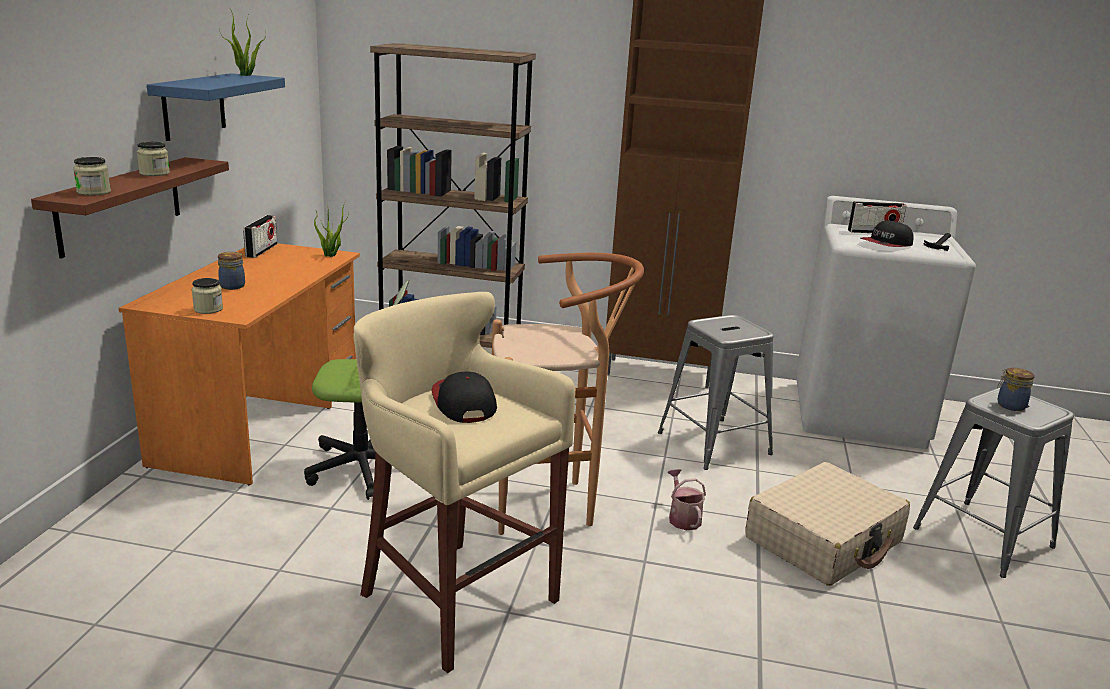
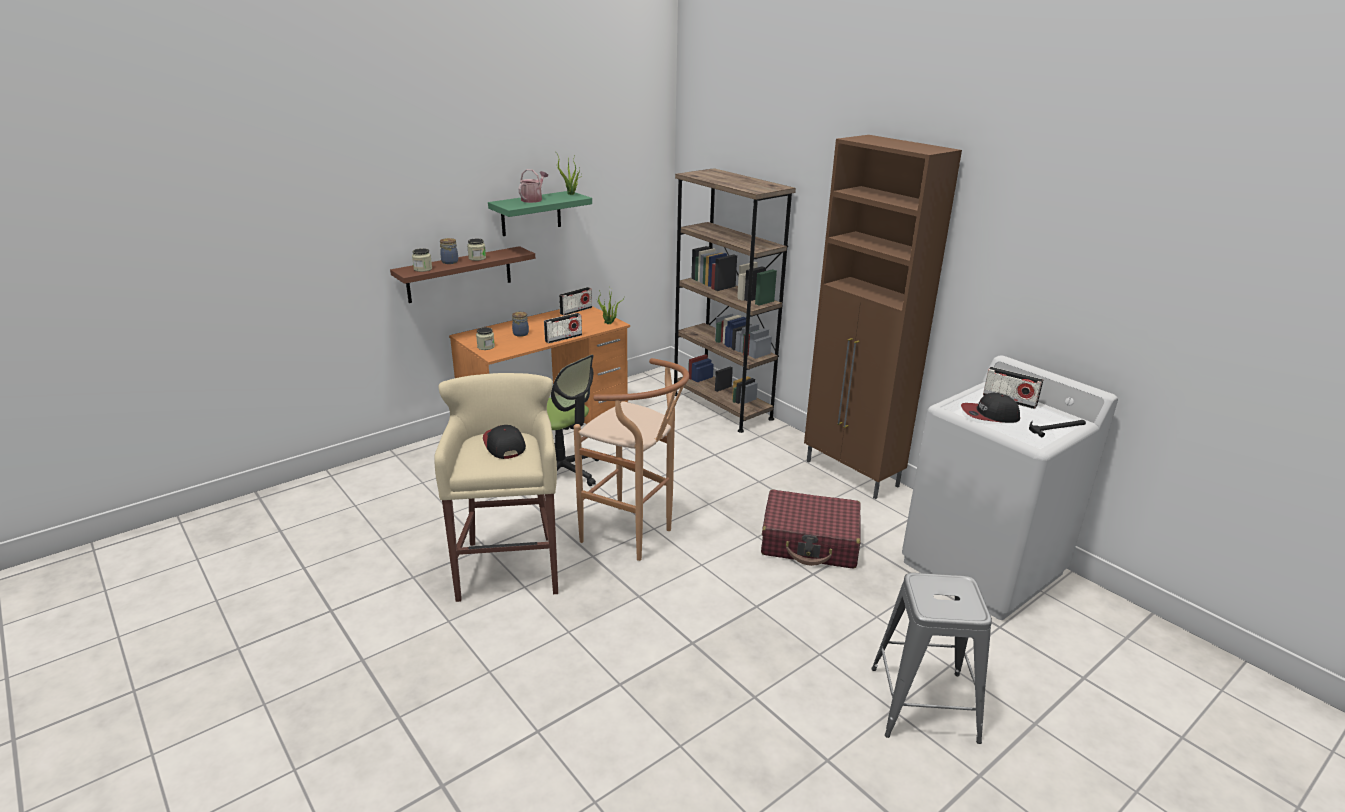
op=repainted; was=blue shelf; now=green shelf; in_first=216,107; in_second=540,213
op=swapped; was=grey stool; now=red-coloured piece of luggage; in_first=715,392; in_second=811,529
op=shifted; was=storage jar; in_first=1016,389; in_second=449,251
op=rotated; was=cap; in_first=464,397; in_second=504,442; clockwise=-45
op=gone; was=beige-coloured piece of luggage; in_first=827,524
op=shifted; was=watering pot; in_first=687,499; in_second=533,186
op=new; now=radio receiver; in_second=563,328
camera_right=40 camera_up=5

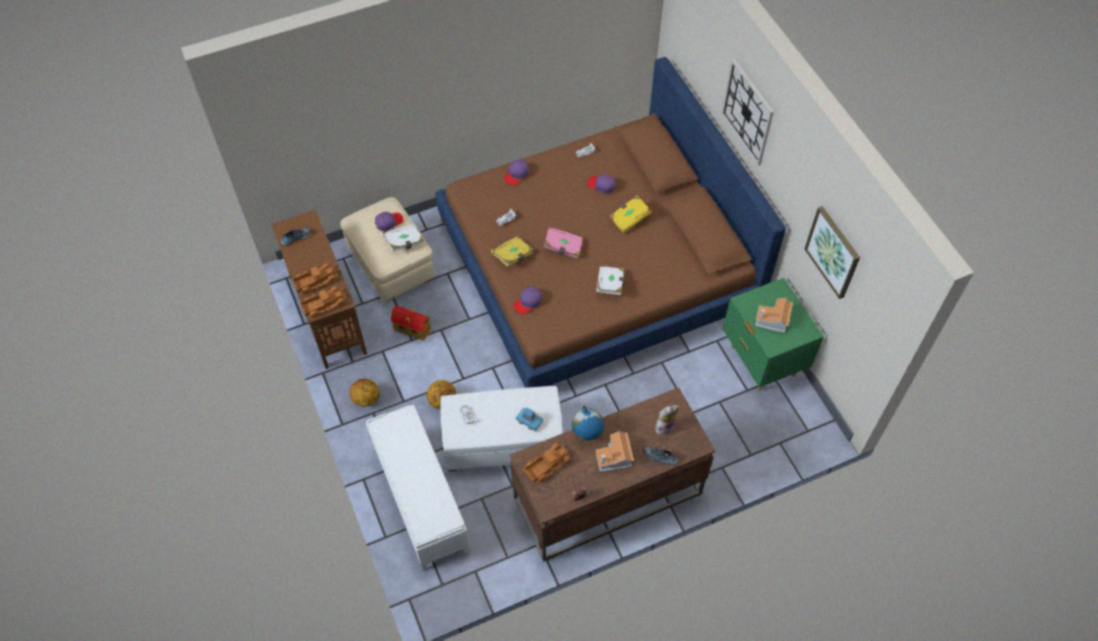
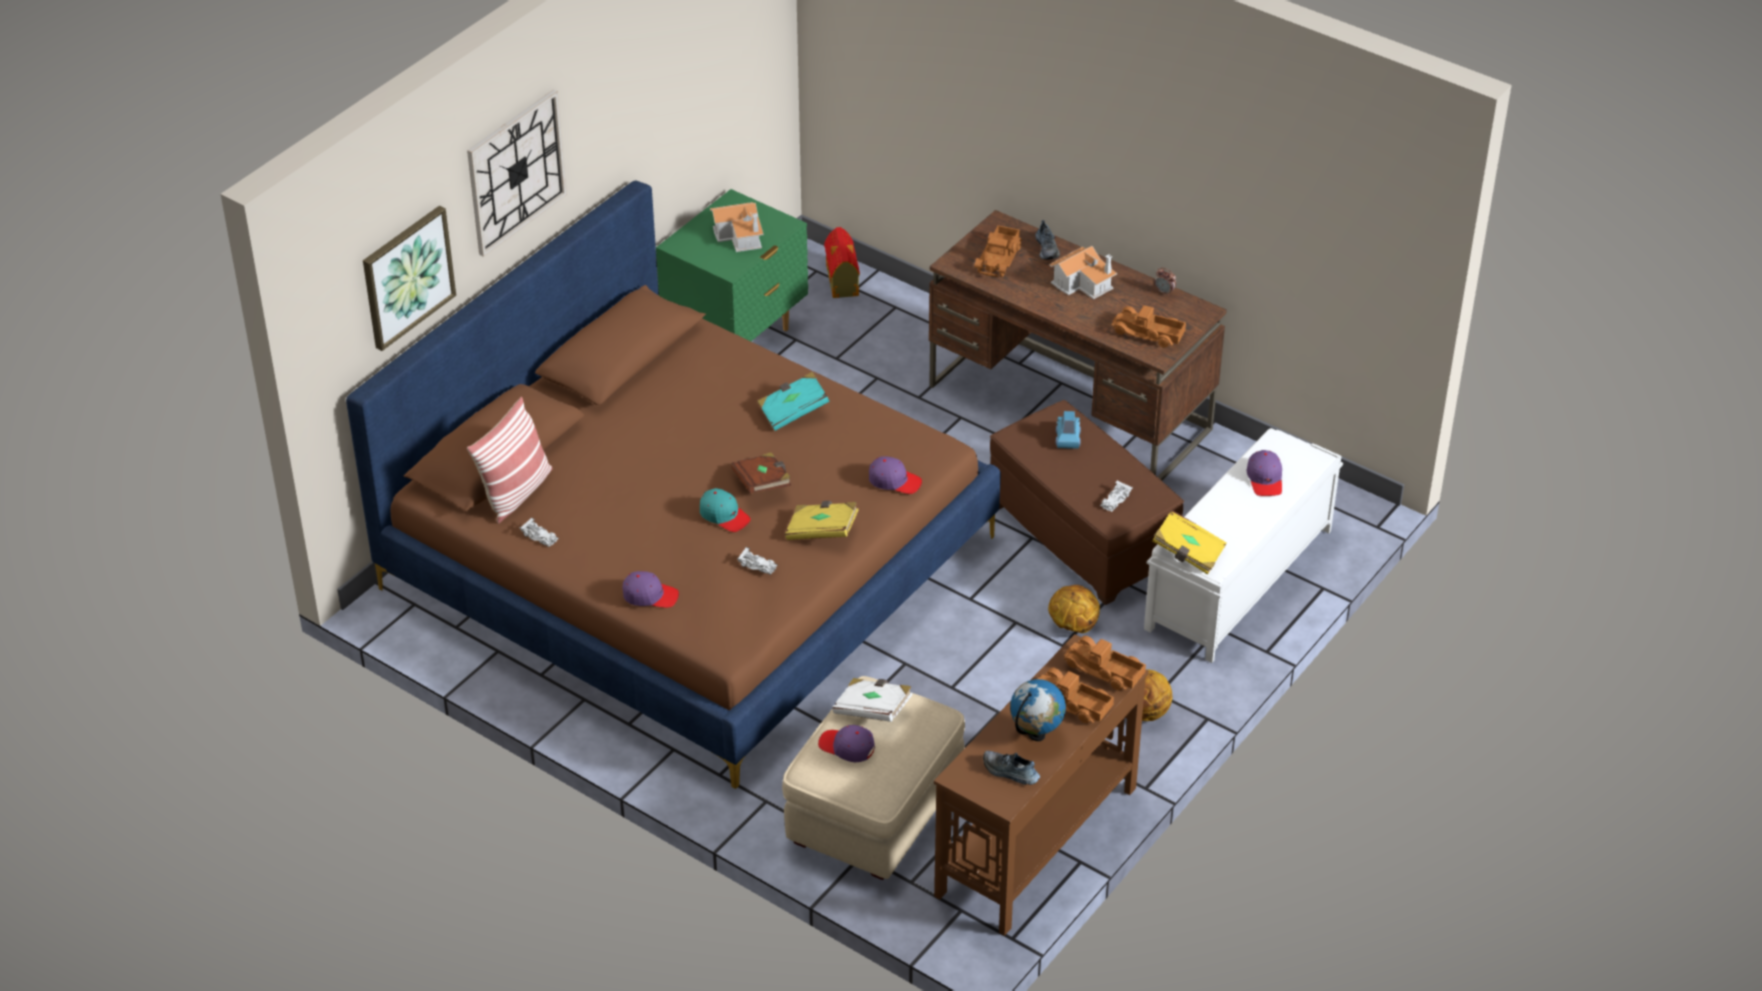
op=shifted; was=purple cap; in_first=601,184; in_second=1264,473
op=shifted; was=yellow-coloured volume; in_first=630,214; in_second=1189,542
op=shifted; was=wall picture; in_first=832,252; in_second=409,278
op=repainted; was=pink volume; now=brown volume; in_first=563,242; in_second=761,473
op=repainted; was=white-coloured volume; now=turquoise volume; in_first=610,280; in_second=793,401
op=shifted; was=miniature house; in_first=411,323; in_second=842,262
op=repainted; was=white-coloured pouffe; now=brown pouffe; in_first=501,428; in_second=1087,502
op=swapped; was=cuddly toy; now=model truck; in_first=667,420; in_second=998,251
op=shifted; was=desk globe; in_first=588,423; in_second=1038,710
op=new; now=cushion; in_second=510,460
op=new; now=turquoise cap; in_second=725,510
camera_right=-120 camera_up=-15

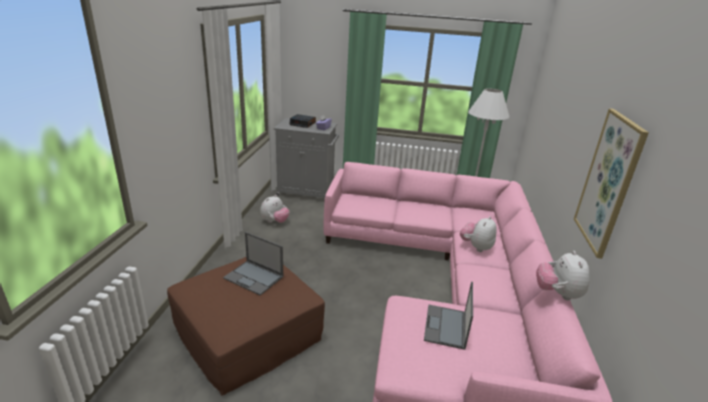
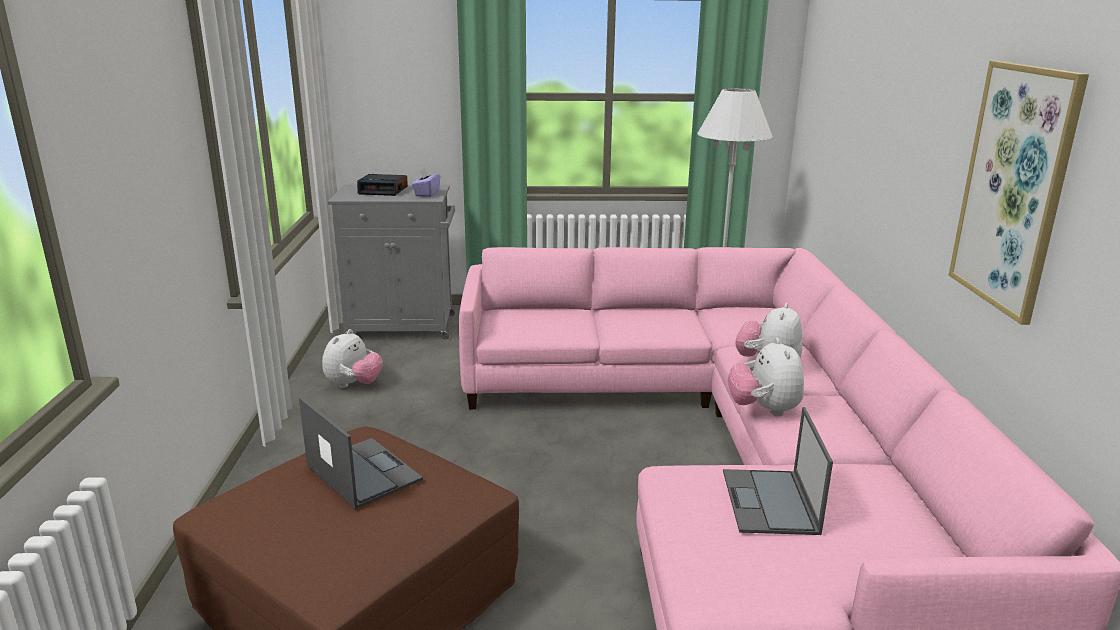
op=rotated; was=notebook computer; in_first=253,264; in_second=361,453; clockwise=-150
op=shifted; was=cuddly toy; in_first=563,275; in_second=766,377
camera_right=-10 camera_up=-5

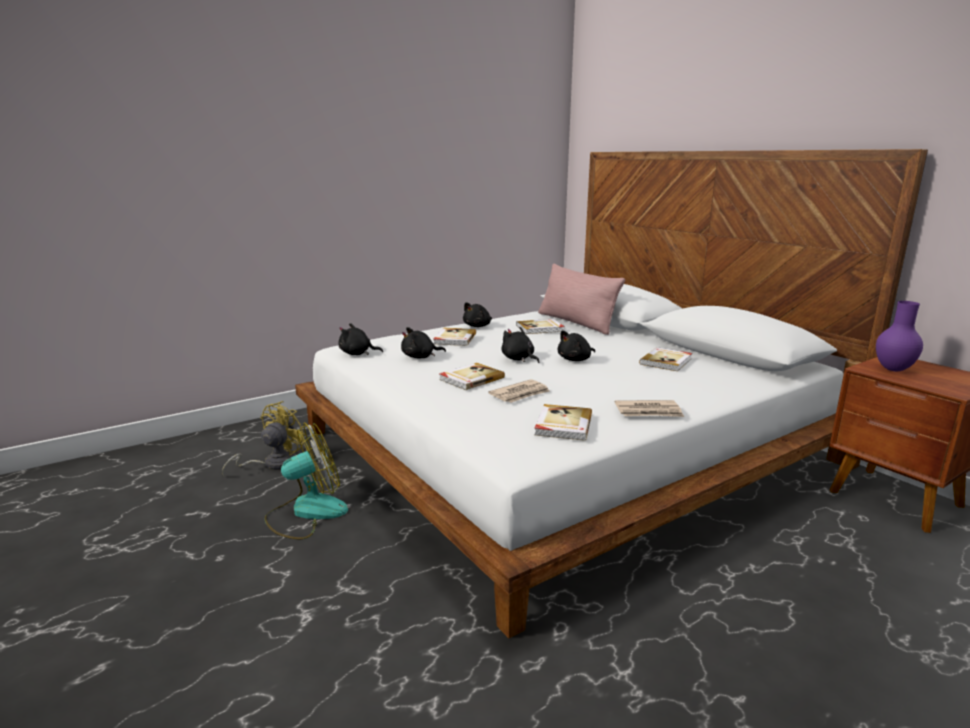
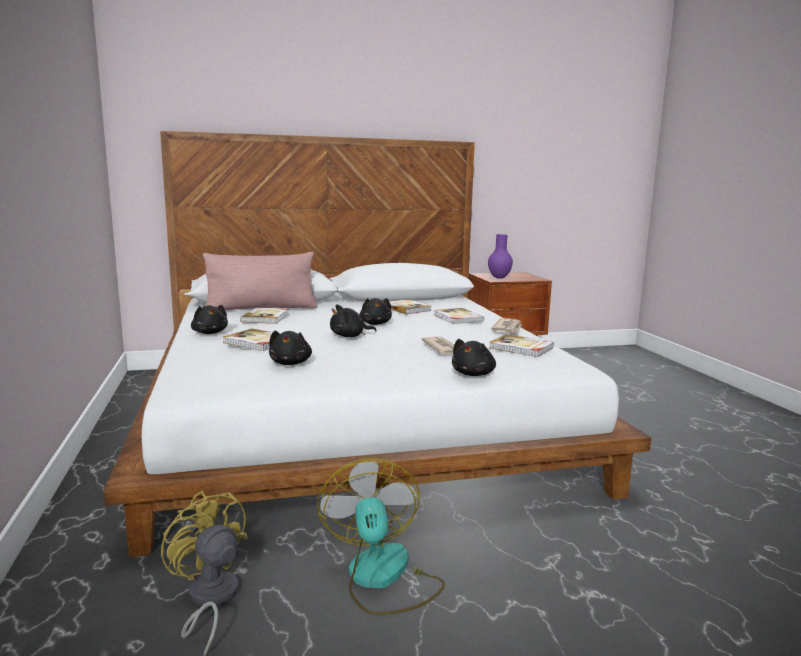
op=shifted; was=blackish cuddly toy; in_first=361,339; in_second=474,357
op=shifted; was=volume; in_first=472,376; in_second=459,316
camera_right=-70 camera_up=-5

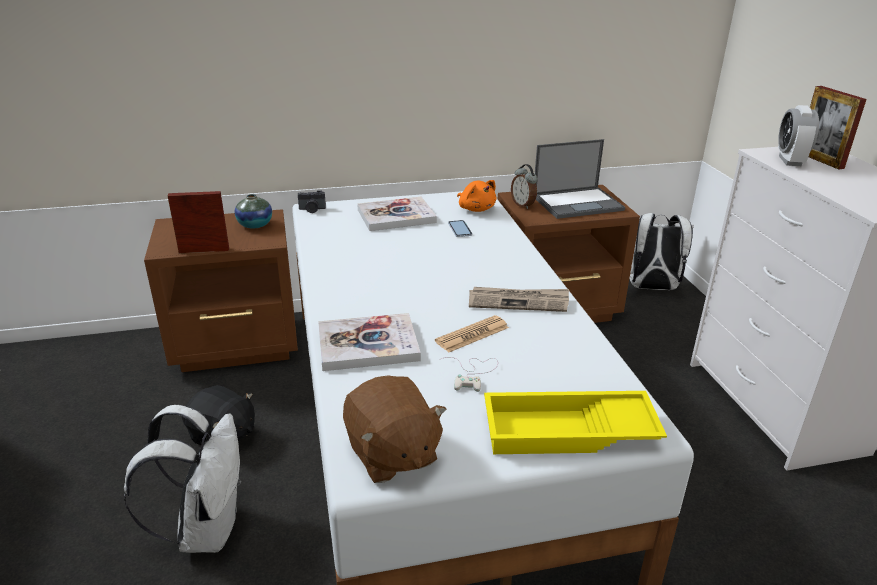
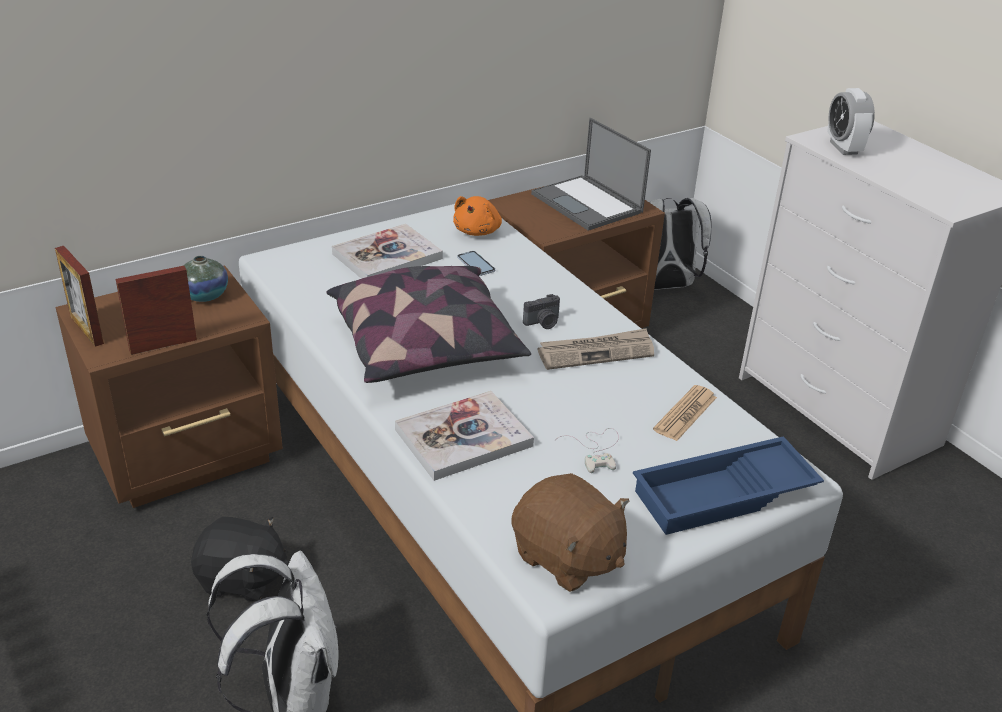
op=shifted; was=photo frame; in_first=838,128; in_second=79,296
op=rotated; was=notebook computer; in_first=580,179; in_second=591,174; clockwise=90
op=gone; was=bedside clock; in_first=524,186
op=rotated; was=orange cuddly toy; in_first=476,196; in_second=477,216; clockwise=75
op=shifted; was=photo camera; in_first=312,201; in_second=541,311
op=shifted; was=printed paper; in_first=472,334; in_second=685,413
op=repainted; was=yellow-coloured serving tray; now=blue serving tray; in_first=575,422; in_second=728,485
op=new; now=cushion; in_second=429,324
camera_right=-20 camera_up=5

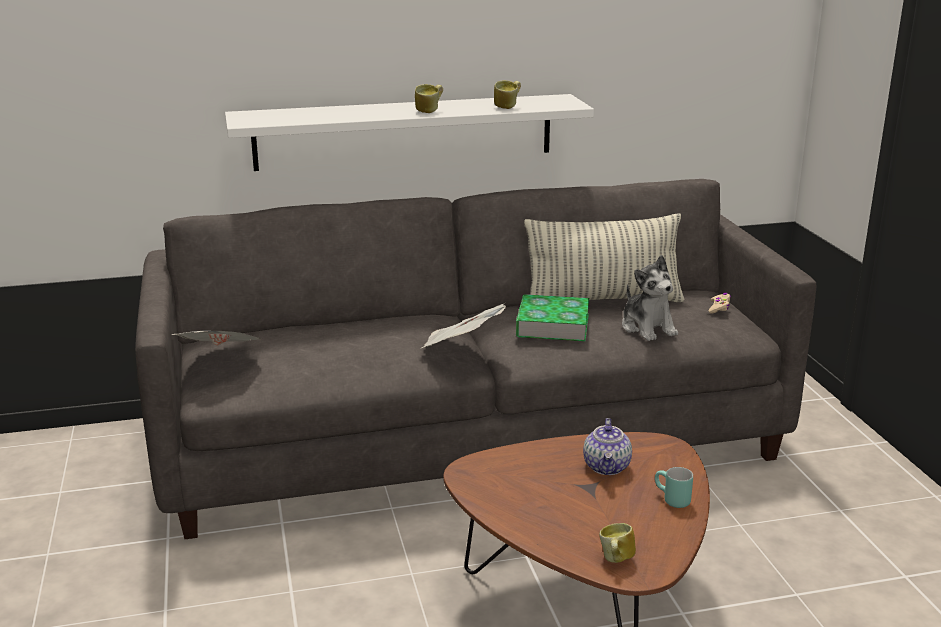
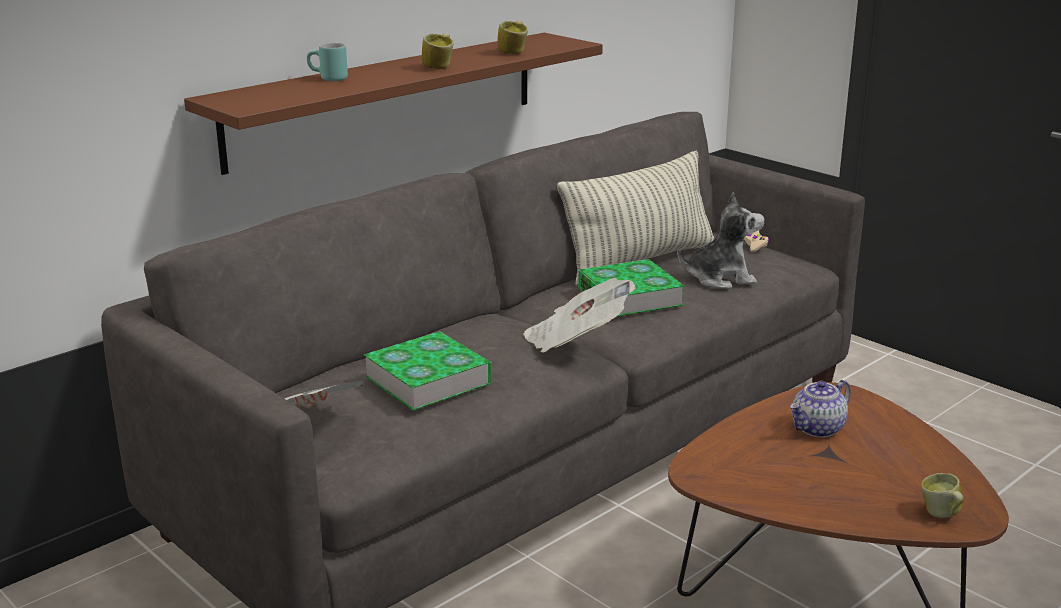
op=repainted; was=white-coloured shelf; now=brown shelf; in_first=409,132; in_second=393,104
op=rotated; was=cuddly toy; in_first=650,298; in_second=720,240; clockwise=-45
op=rotated; was=teapot; in_first=607,446; in_second=820,409; clockwise=75
op=shifted; was=turquoise coffee mug; in_first=674,487; in_second=327,62
op=new; now=volume; in_second=428,370
camera_right=-30 camera_up=0

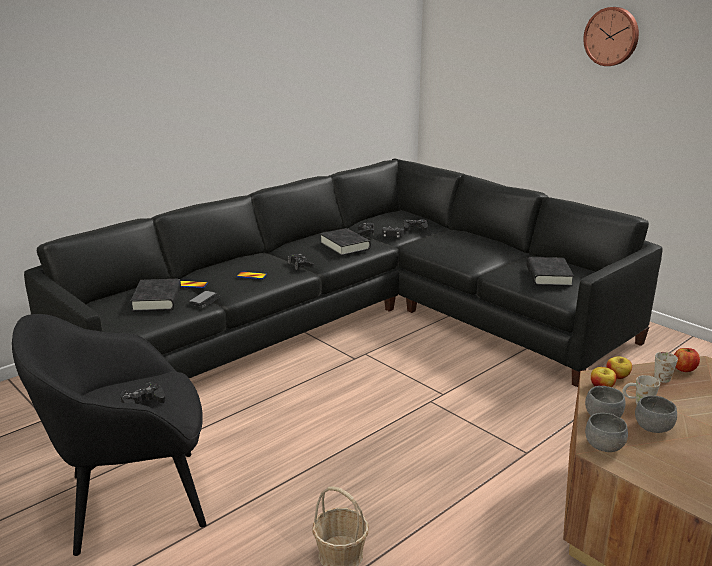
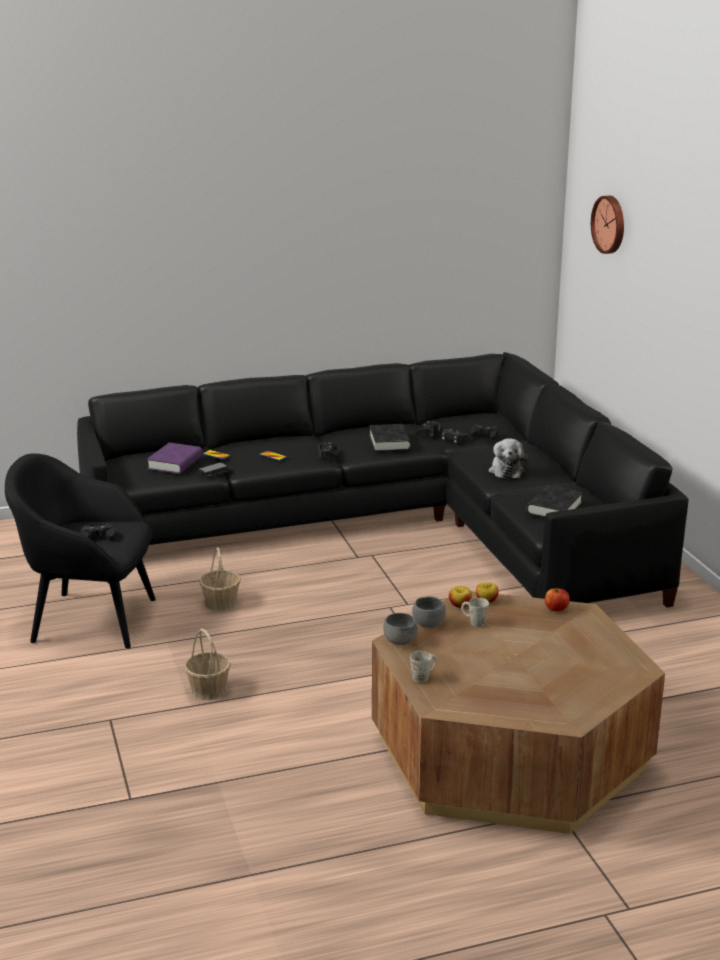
op=shifted; was=hanging clock; in_first=611,36; in_second=607,225
op=repainted; was=blackish volume; now=purple volume; in_first=156,295; in_second=174,458
op=shifted; was=white-coloured coffee mug; in_first=666,367; in_second=423,667
op=gone; was=grey serving bowl; in_first=656,414
op=new; now=cuddly toy; in_second=508,458
op=new; now=household basket; in_second=220,579
camera_right=25 camera_up=0

